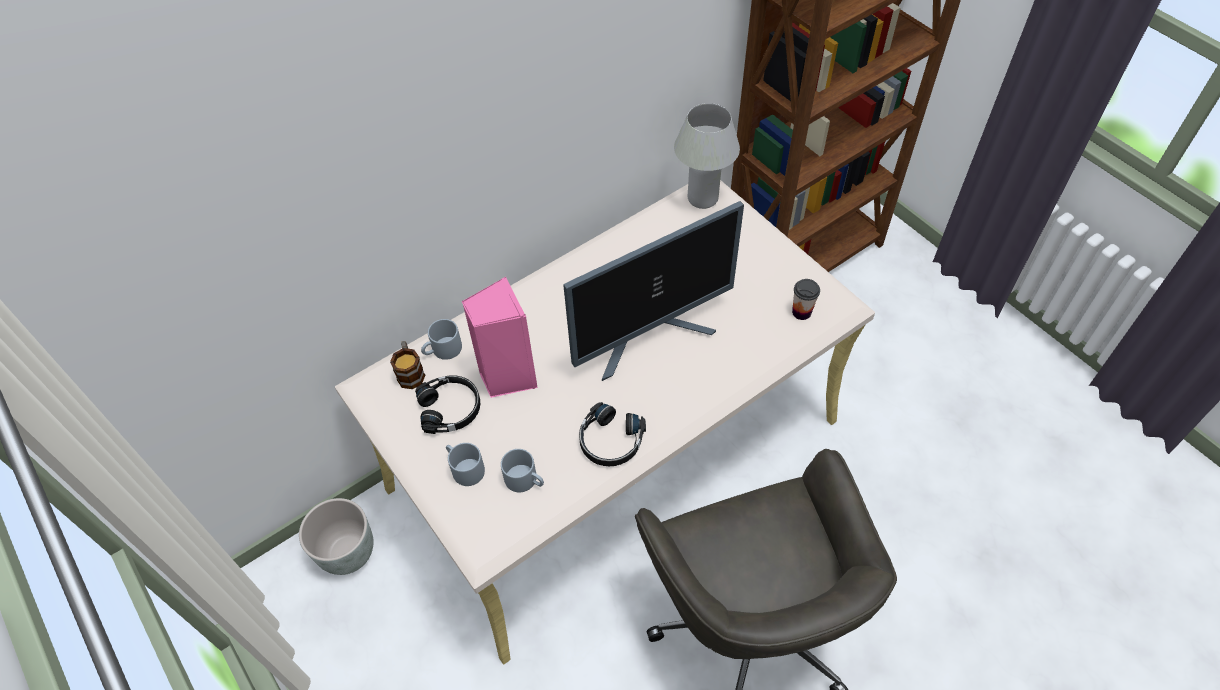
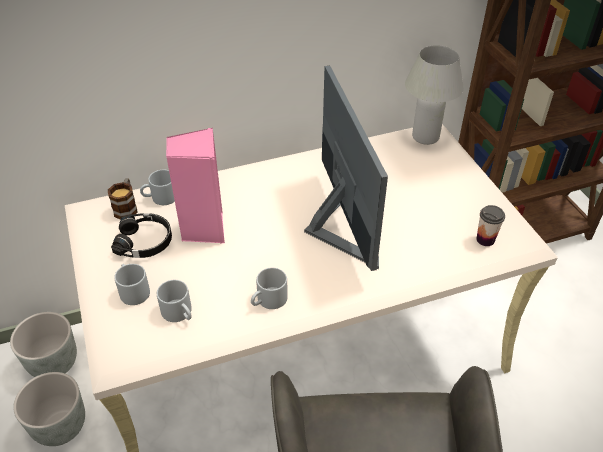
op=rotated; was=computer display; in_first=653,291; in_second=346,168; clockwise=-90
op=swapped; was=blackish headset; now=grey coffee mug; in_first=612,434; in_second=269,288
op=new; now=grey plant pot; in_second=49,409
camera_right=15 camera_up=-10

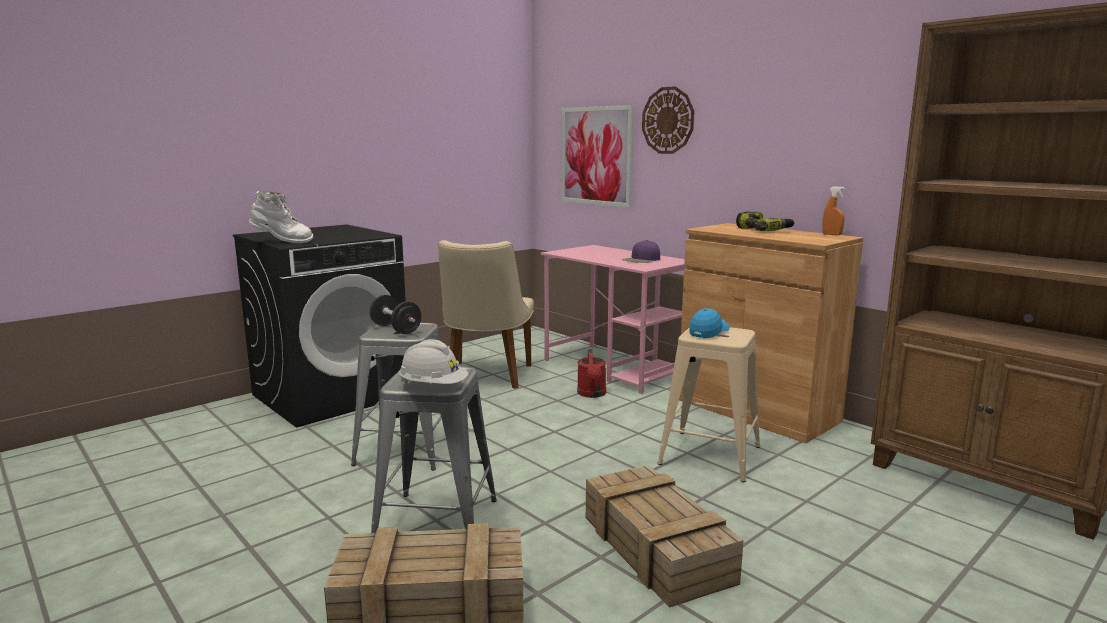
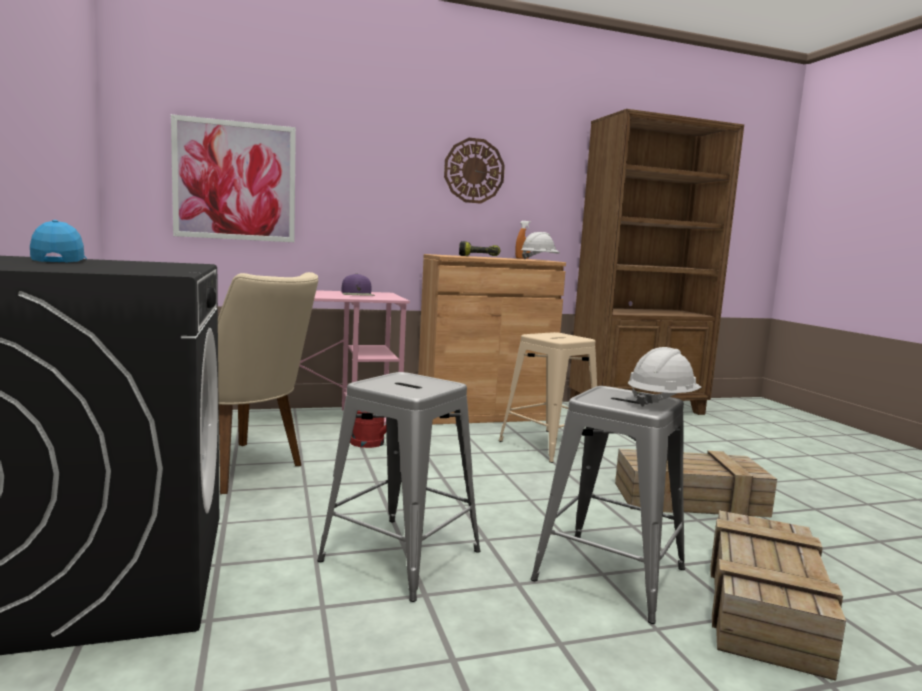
op=shifted; was=hanging clock; in_first=668,120; in_second=474,171
op=gone; was=white-coloured tall boot; in_first=281,217
op=gone; was=blackish hand weight; in_first=395,314
op=shifted; was=blue cap; in_first=709,323; in_second=58,241
op=new; now=white-coloured safety helmet; in_second=540,245
camera_right=-65 camera_up=-5

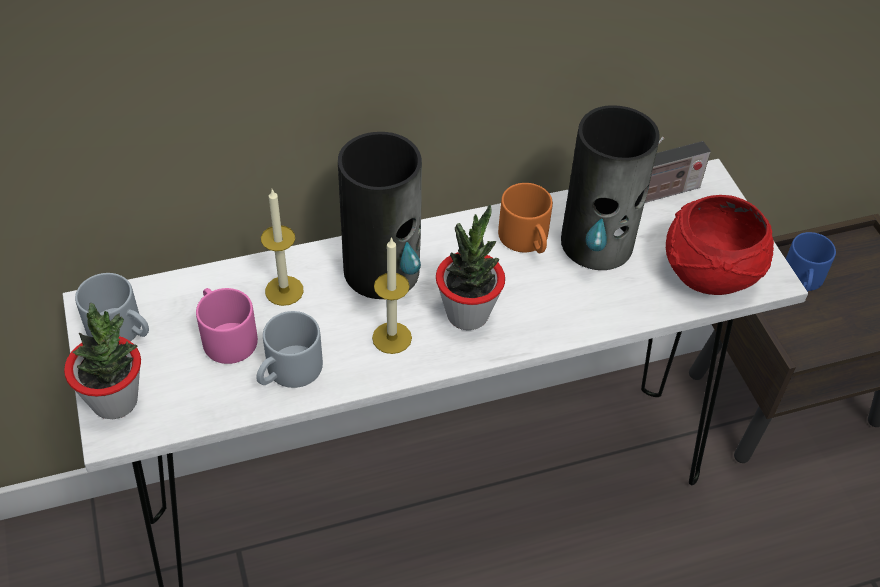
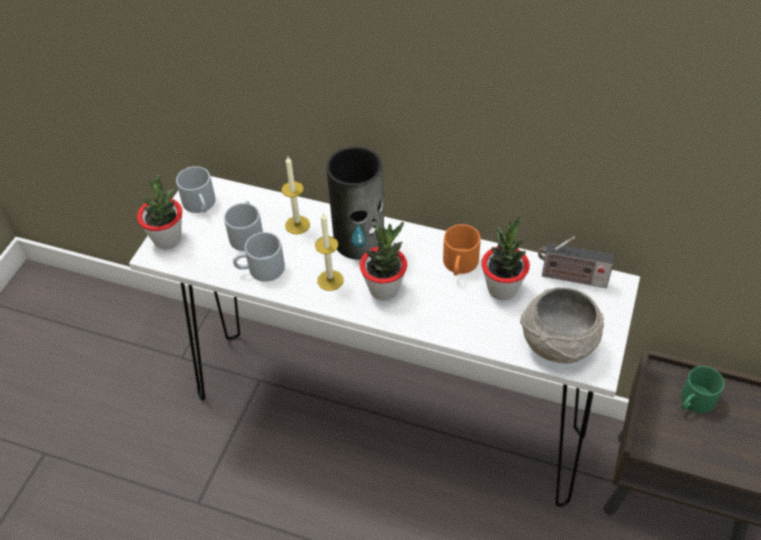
op=swapped; was=flower vase; now=potted plant; in_first=610,187; in_second=505,257
op=repainted; was=red-coloured serving bowl; now=grey serving bowl; in_first=720,245; in_second=562,325
op=repainted; was=blue coffee mug; now=green coffee mug; in_first=811,262; in_second=702,389
op=repainted; was=pink coffee mug; now=grey coffee mug; in_first=227,326; in_second=243,226
camera_right=40 camera_up=0

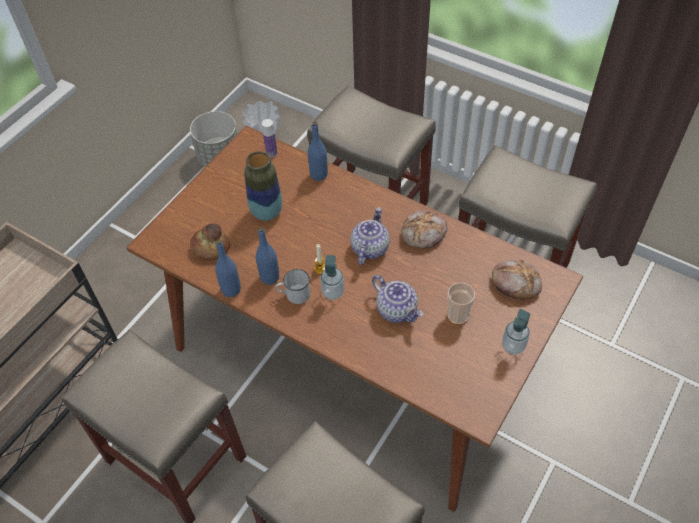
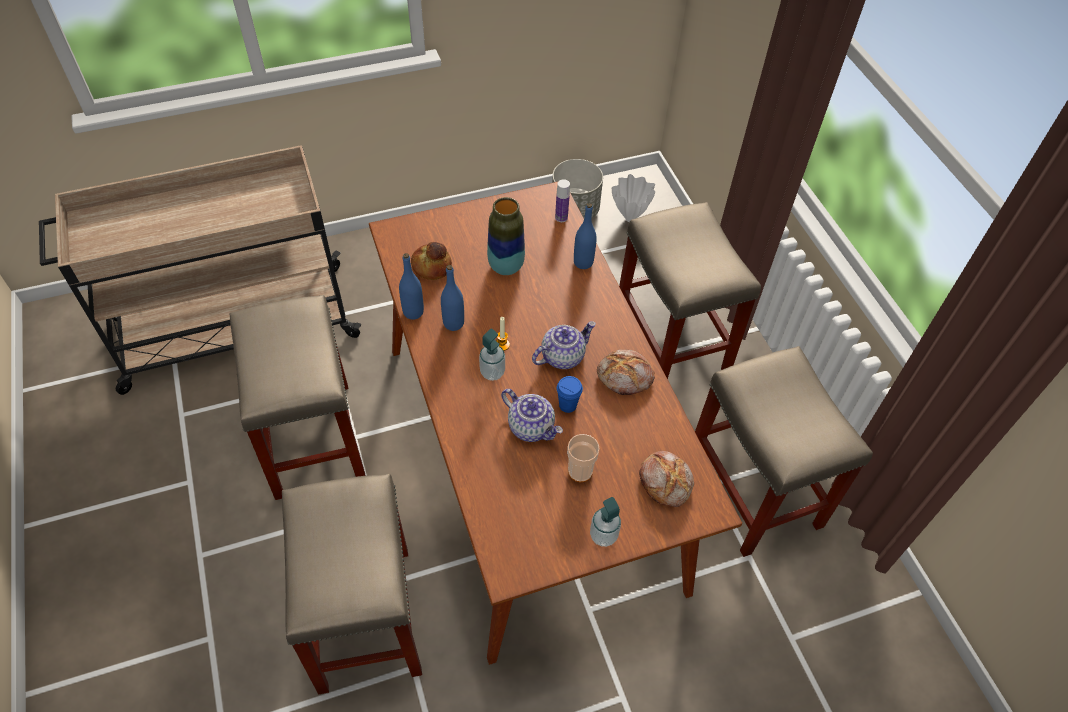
op=gone; was=white-coloured coffee mug; in_first=292,286
op=rotated; was=teapot; in_first=397,299; in_second=532,415; clockwise=-45
op=new; now=blue small cup; in_second=570,394
camera_right=35 camera_up=0

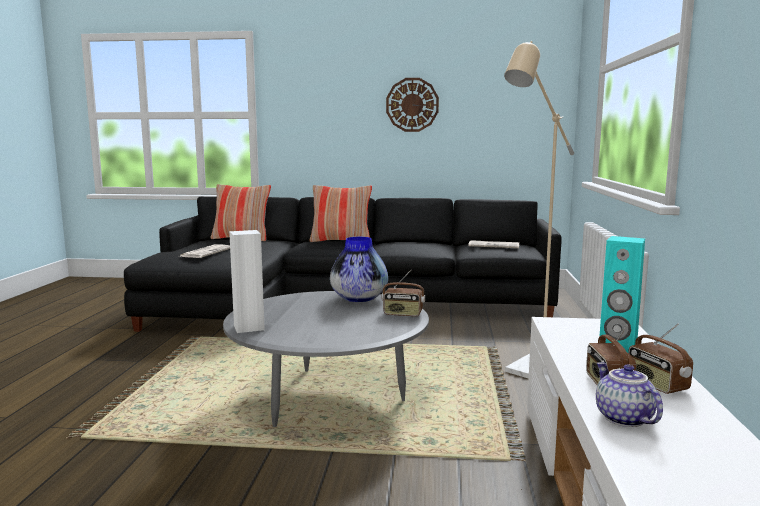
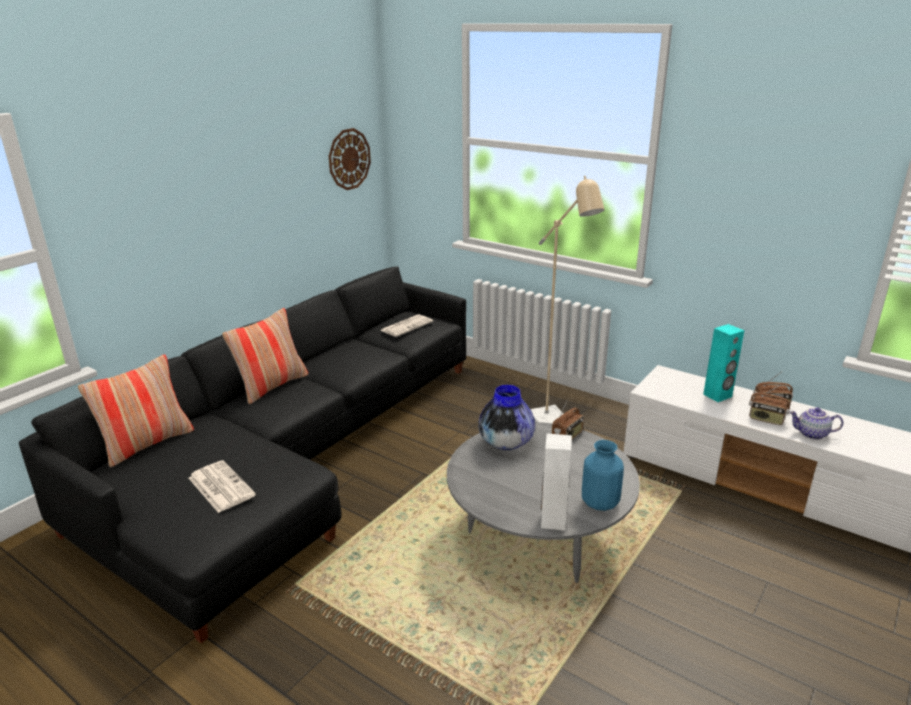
op=shifted; was=hanging clock; in_first=412,105; in_second=350,159
op=new; now=blue flower vase; in_second=603,475
camera_right=-60 camera_up=15

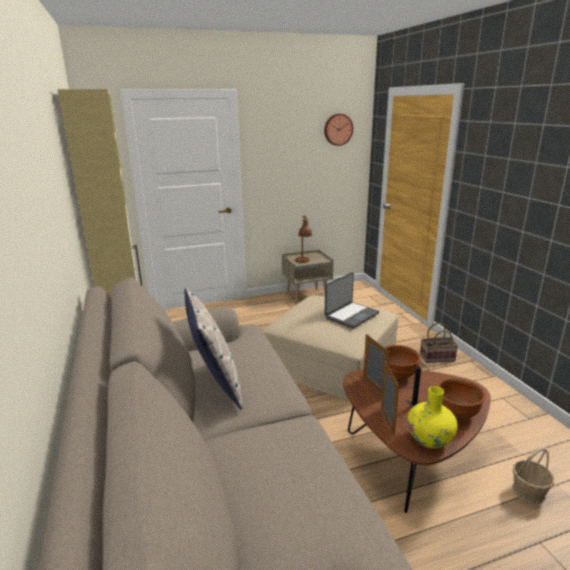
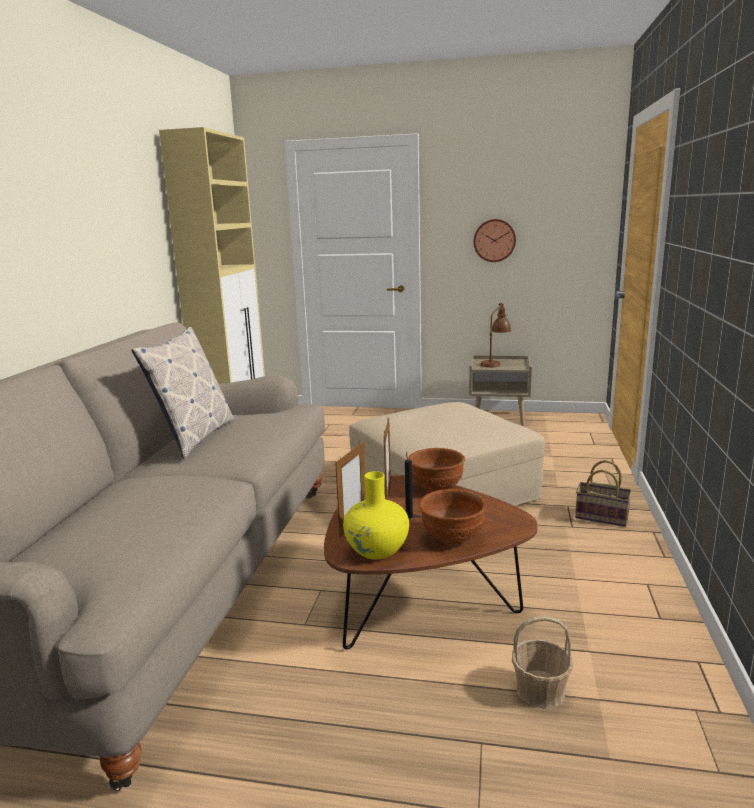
op=shifted; was=hanging clock; in_first=338,130; in_second=495,240
op=gone; was=notebook computer; in_first=351,300
camera_right=30 camera_up=-5

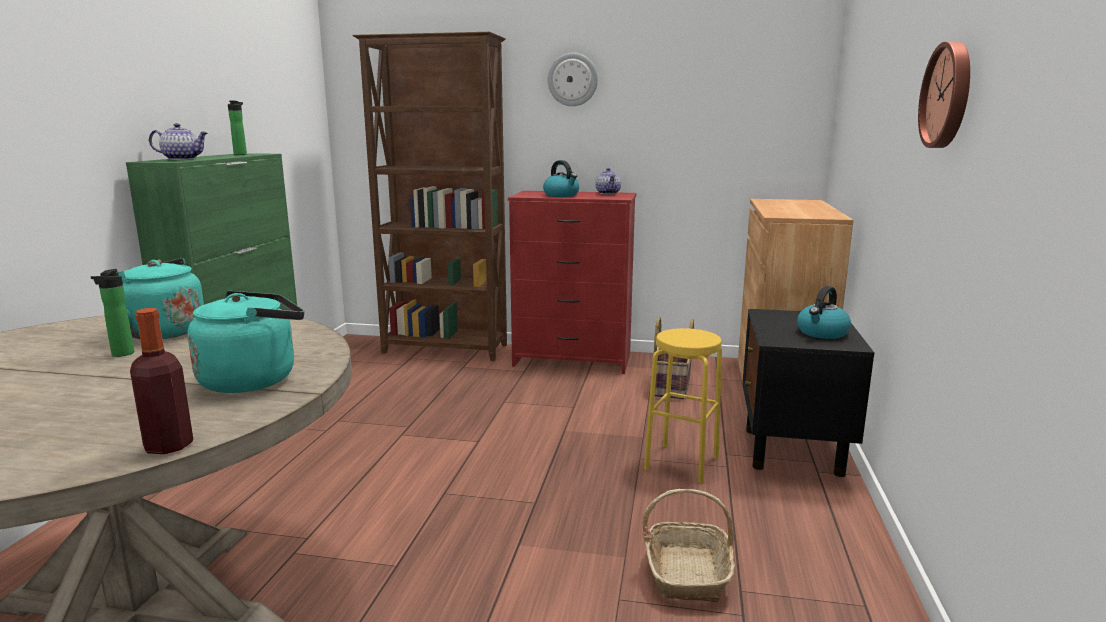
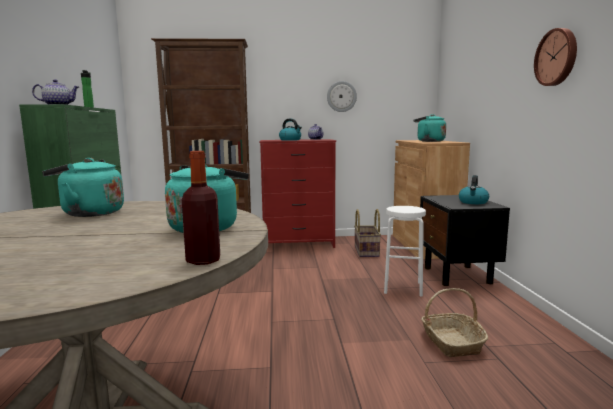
op=shifted; was=hanging clock; in_first=573,79; in_second=342,96
op=gone; was=beverage bottle; in_first=112,313
op=repainted; was=yellow-coloured stool; now=white-coloured stool; in_first=683,405; in_second=405,251
op=new; now=turquoise water kettle; in_second=430,128
camera_right=-15 camera_up=-5

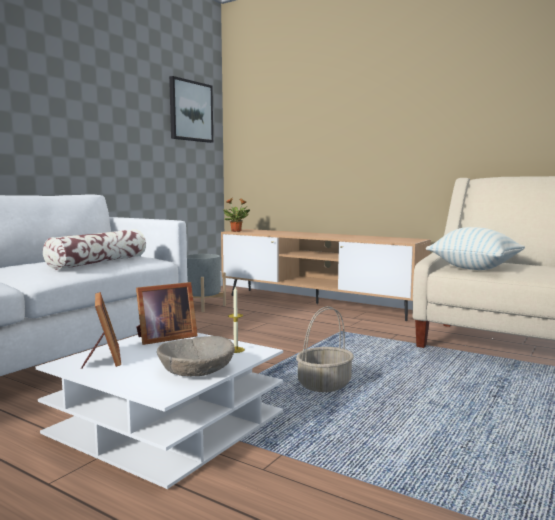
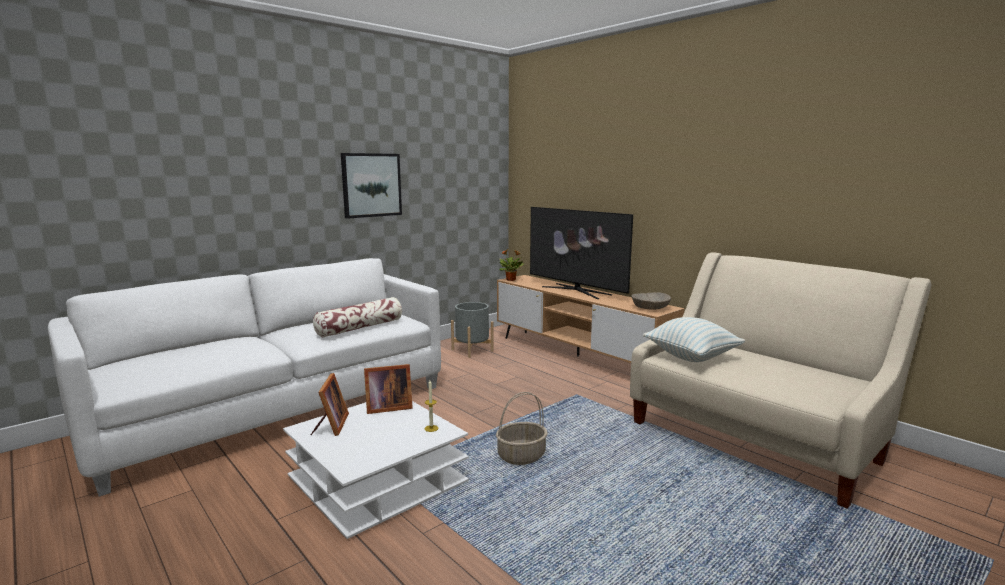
op=shifted; was=wall picture; in_first=191,109; in_second=371,186
op=shifted; was=beige-coloured serving bowl; in_first=196,356; in_second=651,301
op=new; now=TV; in_second=581,253
camera_right=15 camera_up=5

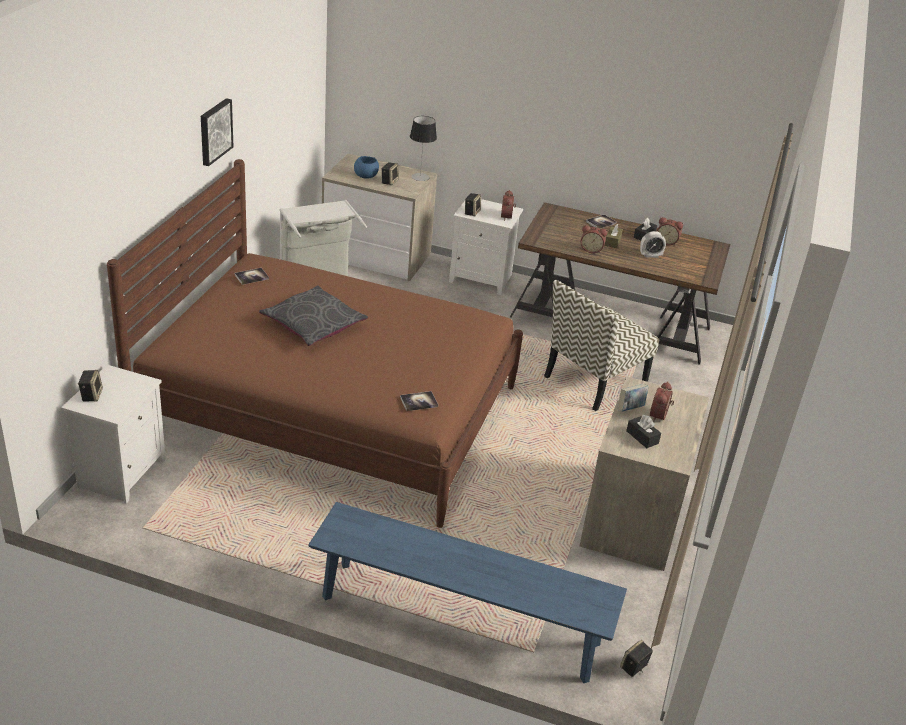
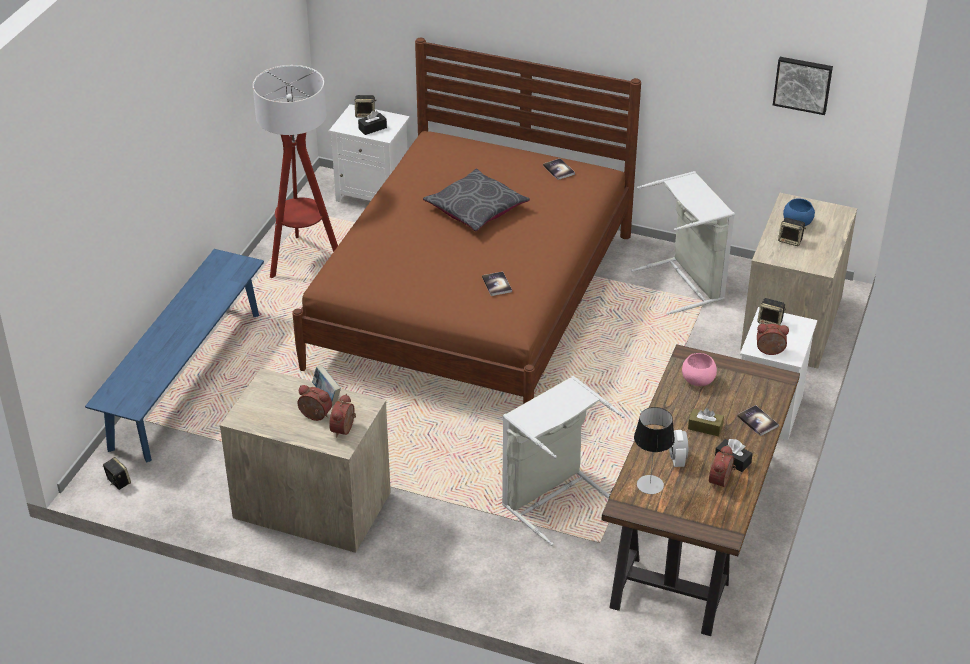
op=shifted; was=wall picture; in_first=217,132; in_second=803,86
op=shifted; was=tabletop lamp; in_first=423,148; in_second=654,450
op=shifted; was=bedside clock; in_first=594,239; in_second=342,416
op=swapped; was=chair; now=grey hamper; in_first=601,345; in_second=563,461
op=shifted; was=volume; in_first=419,401; in_second=497,284
op=shifted; was=blackish tissue holder; in_first=643,431; in_second=372,123
op=new; now=standard lamp; in_second=295,171
op=new; now=pink serving bowl; in_second=699,369
camera_right=95 camera_up=5

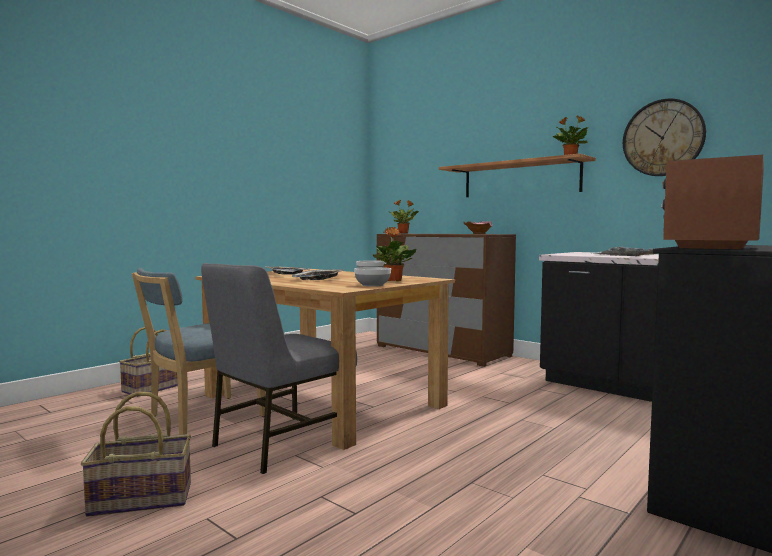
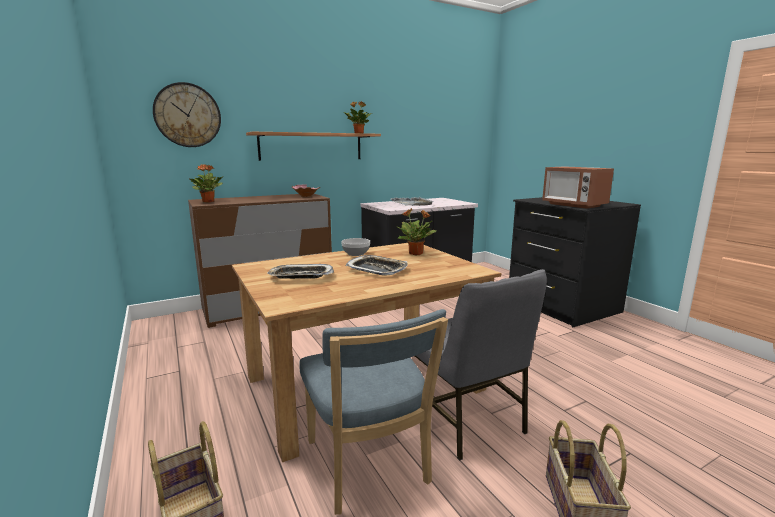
op=shifted; was=hanging clock; in_first=664,137; in_second=187,114
op=gone; was=serving bowl; in_first=372,277
camera_right=-70 camera_up=10

